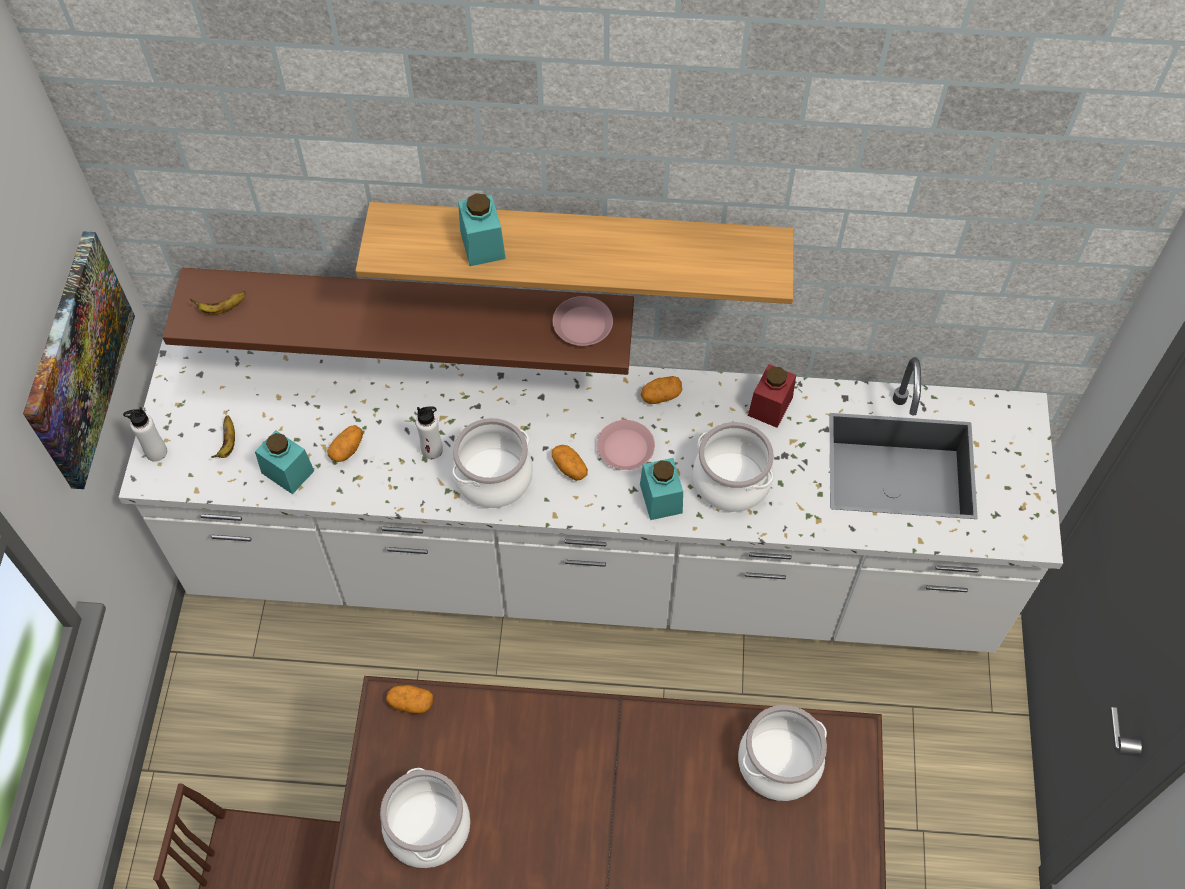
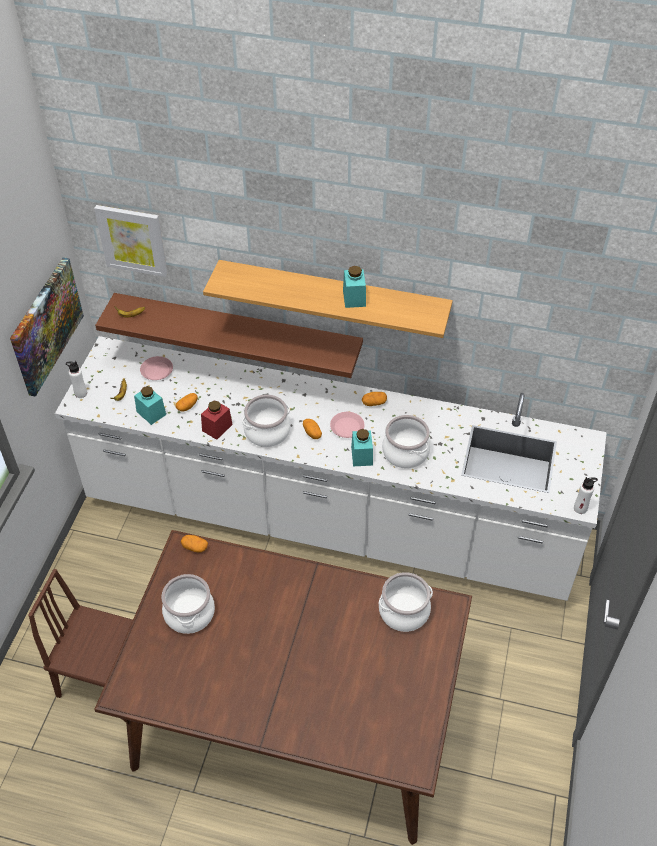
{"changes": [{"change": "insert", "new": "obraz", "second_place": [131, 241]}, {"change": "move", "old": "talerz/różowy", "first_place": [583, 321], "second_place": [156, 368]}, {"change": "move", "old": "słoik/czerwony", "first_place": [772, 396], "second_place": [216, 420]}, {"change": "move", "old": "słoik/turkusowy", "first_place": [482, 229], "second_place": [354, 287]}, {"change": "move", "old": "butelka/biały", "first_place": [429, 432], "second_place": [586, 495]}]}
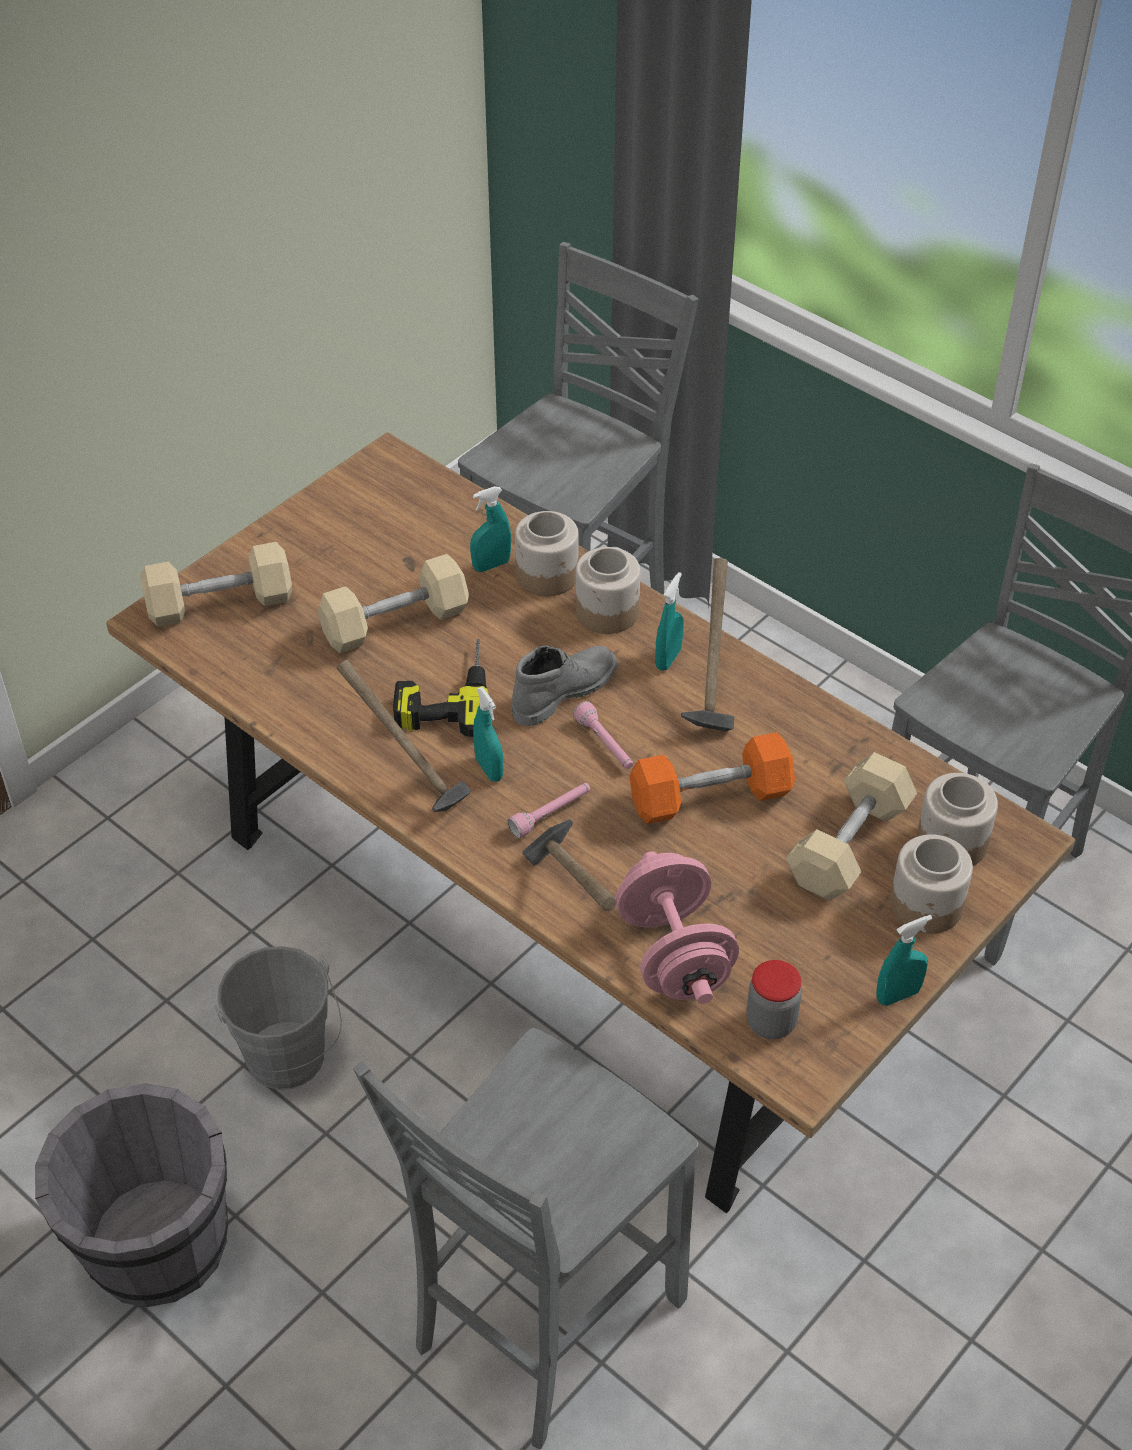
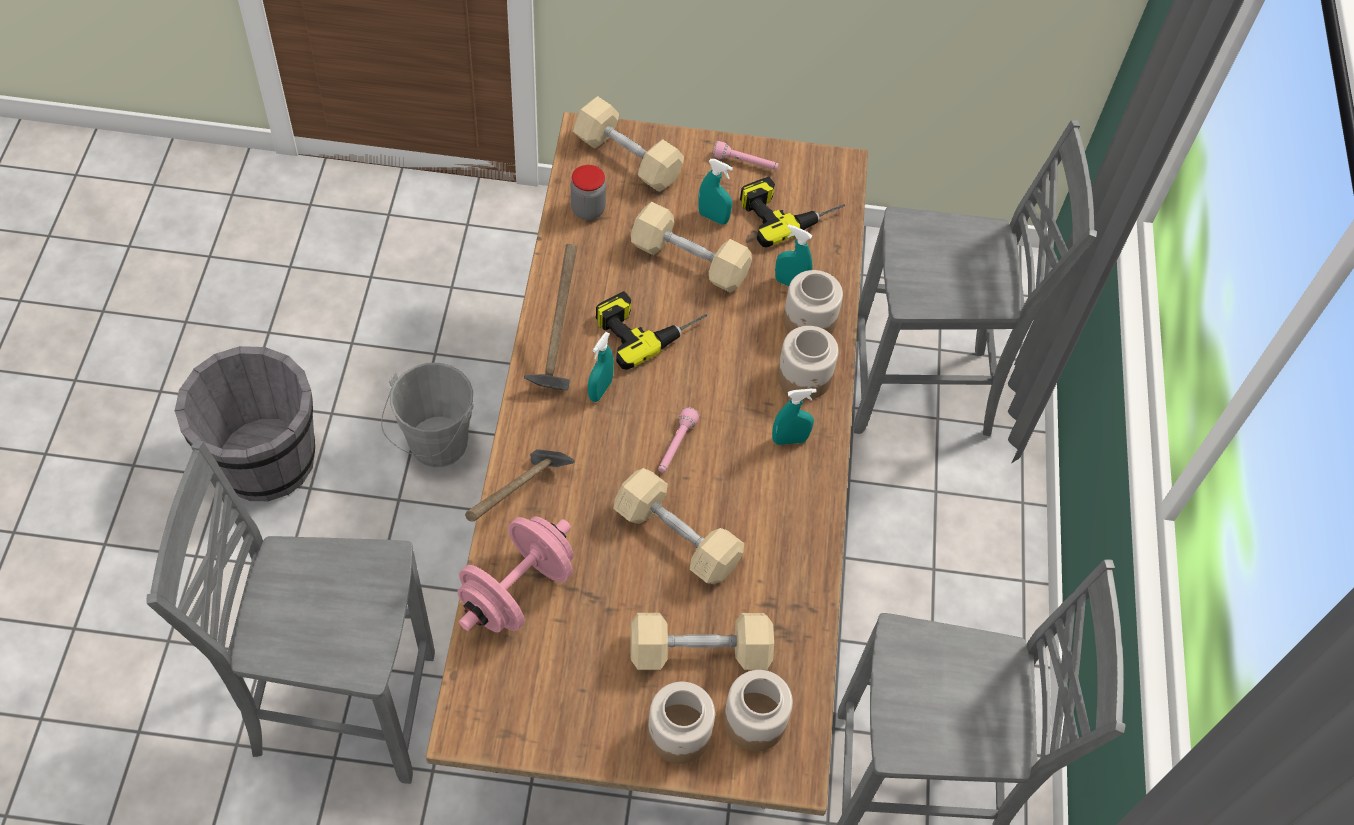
{"changes": [{"change": "move", "old": "słoik", "first_place": [774, 999], "second_place": [588, 192]}, {"change": "recolor", "old": "hantel/pomarańczowy", "new": "hantel/beżowy", "first_place": [712, 778], "second_place": [678, 526]}, {"change": "move", "old": "spryskiwacz/turkusowy", "first_place": [904, 960], "second_place": [715, 192]}, {"change": "move", "old": "latarka/różowy", "first_place": [548, 811], "second_place": [746, 155]}, {"change": "insert", "new": "wiertarka", "second_place": [792, 212]}, {"change": "delete", "old": "but z cholewką/szary", "first_place": [564, 685]}, {"change": "delete", "old": "młotek", "first_place": [707, 645]}]}
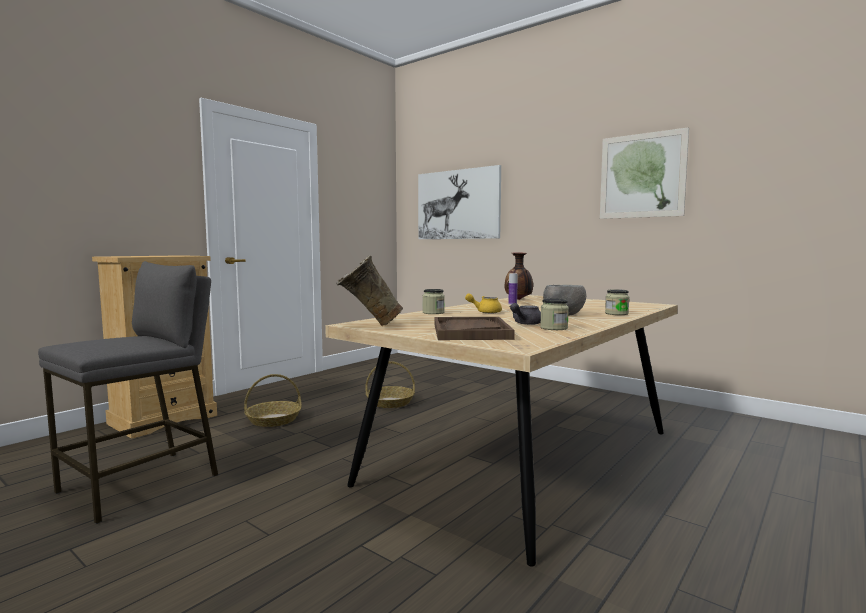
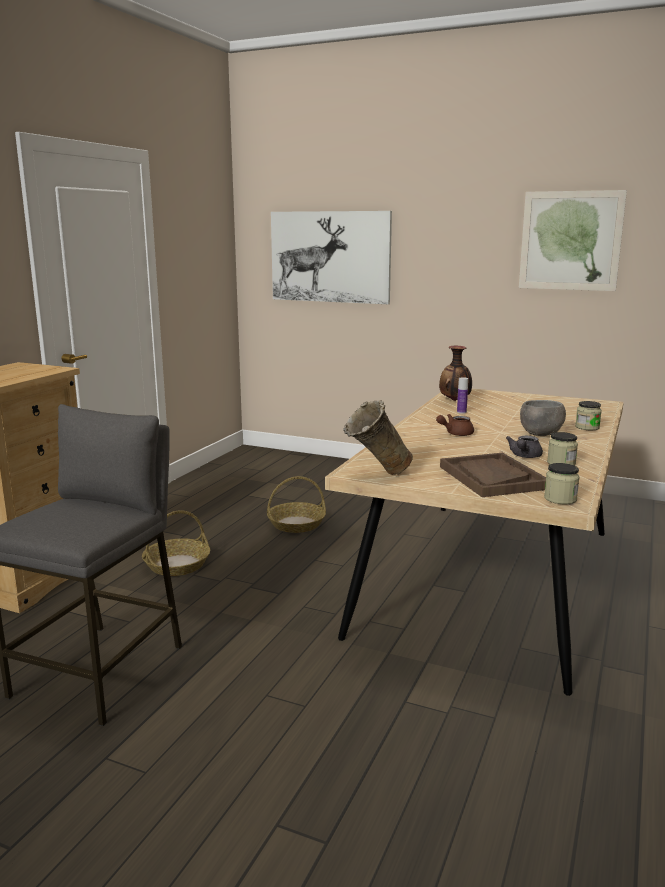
{"changes": [{"change": "recolor", "old": "imbryk/żółty", "new": "imbryk/brązowy", "first_place": [483, 303], "second_place": [455, 425]}, {"change": "move", "old": "słoik", "first_place": [434, 301], "second_place": [561, 483]}]}
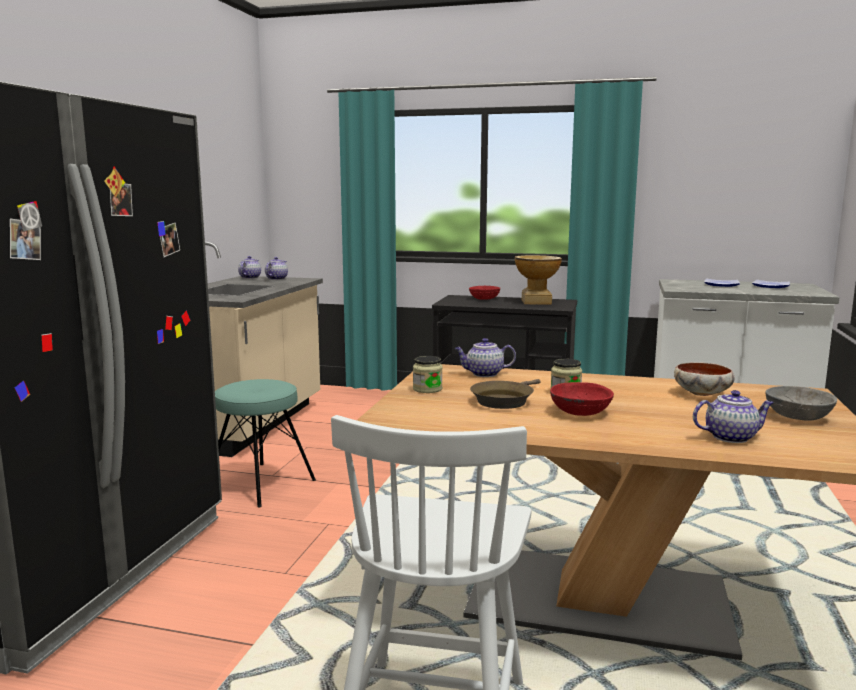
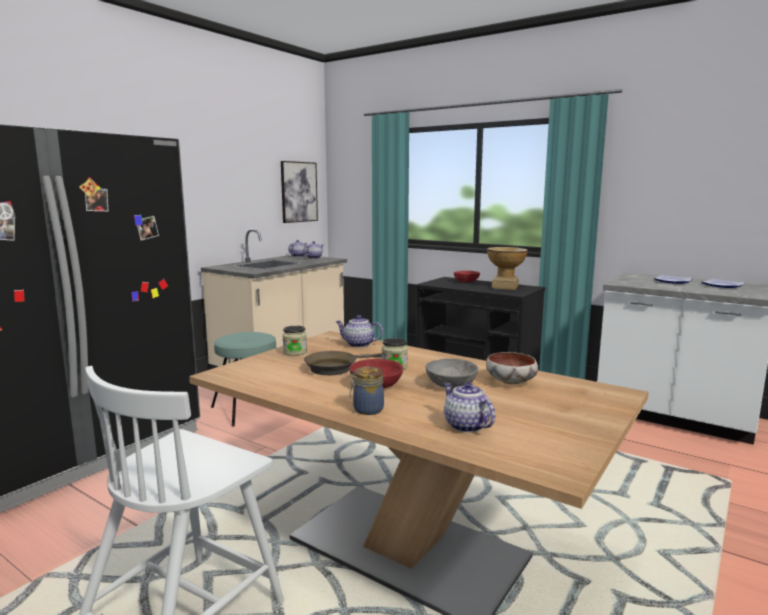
{"changes": [{"change": "insert", "new": "obraz", "second_place": [299, 192]}, {"change": "insert", "new": "słoik", "second_place": [367, 390]}, {"change": "move", "old": "miska/szary", "first_place": [801, 403], "second_place": [452, 374]}, {"change": "rotate", "old": "imbryk", "first_place": [733, 416], "second_place": [469, 407], "degrees": -135}]}
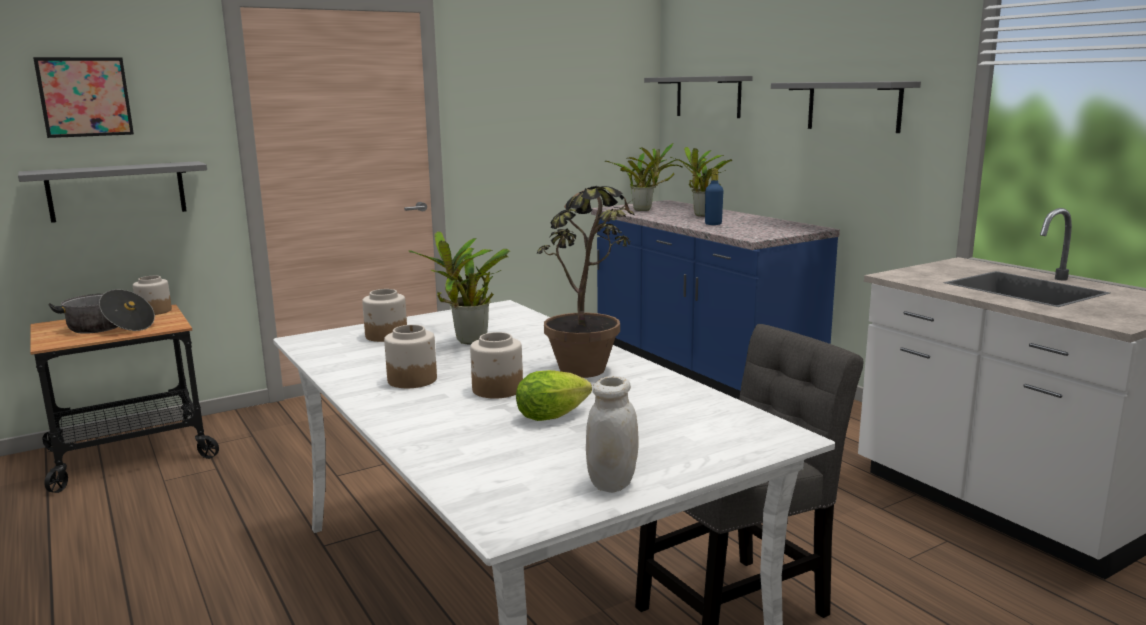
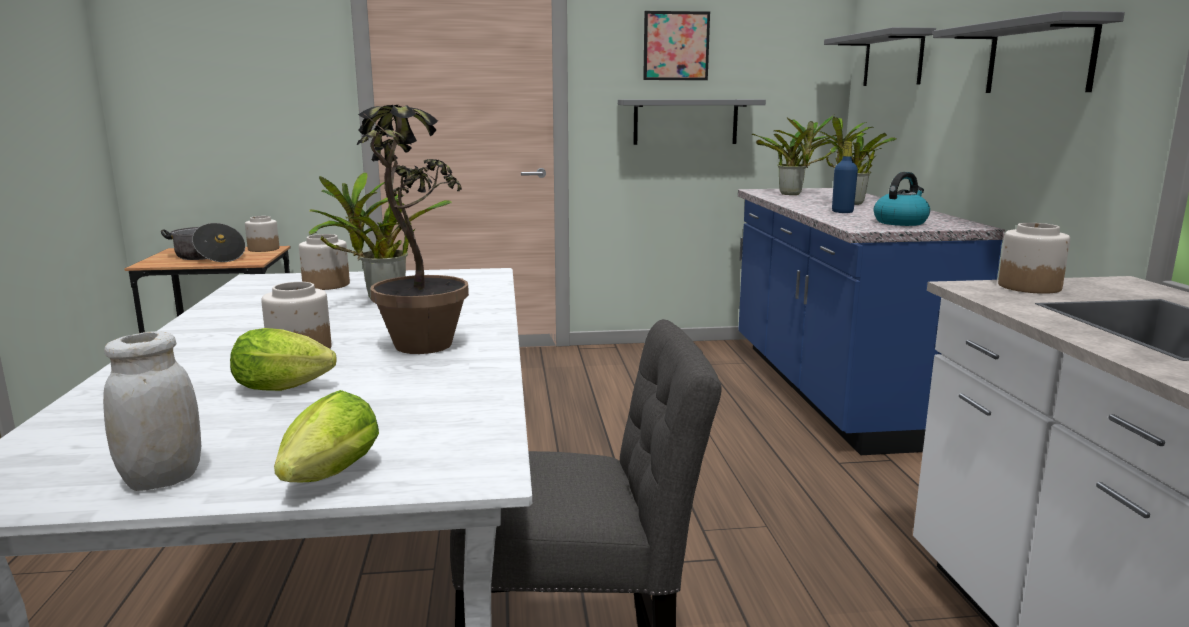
{"changes": [{"change": "insert", "new": "sałata", "second_place": [326, 436]}, {"change": "move", "old": "półka/szary", "first_place": [112, 192], "second_place": [692, 122]}, {"change": "move", "old": "obraz", "first_place": [83, 97], "second_place": [676, 45]}, {"change": "insert", "new": "czajnik", "second_place": [902, 199]}, {"change": "move", "old": "słoik", "first_place": [410, 356], "second_place": [1034, 258]}]}
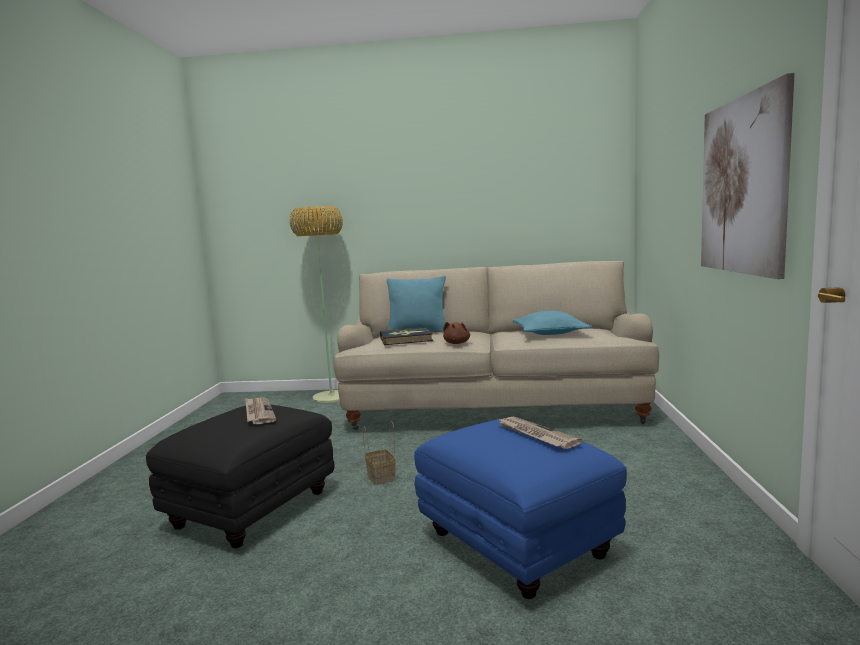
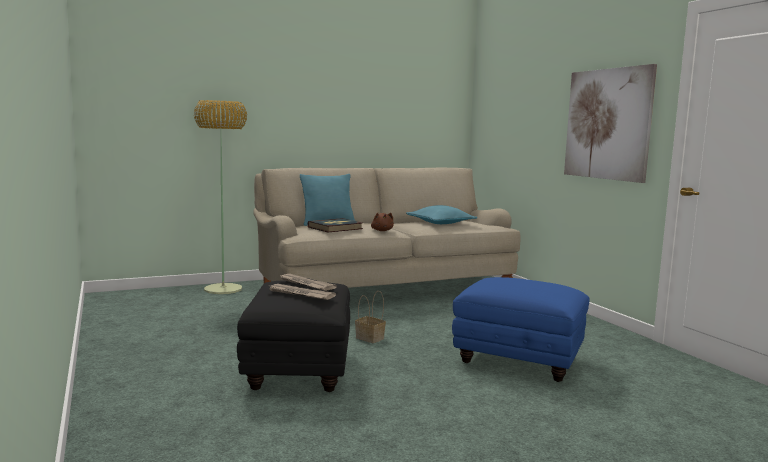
{"changes": [{"change": "move", "old": "gazeta", "first_place": [540, 432], "second_place": [301, 292]}]}
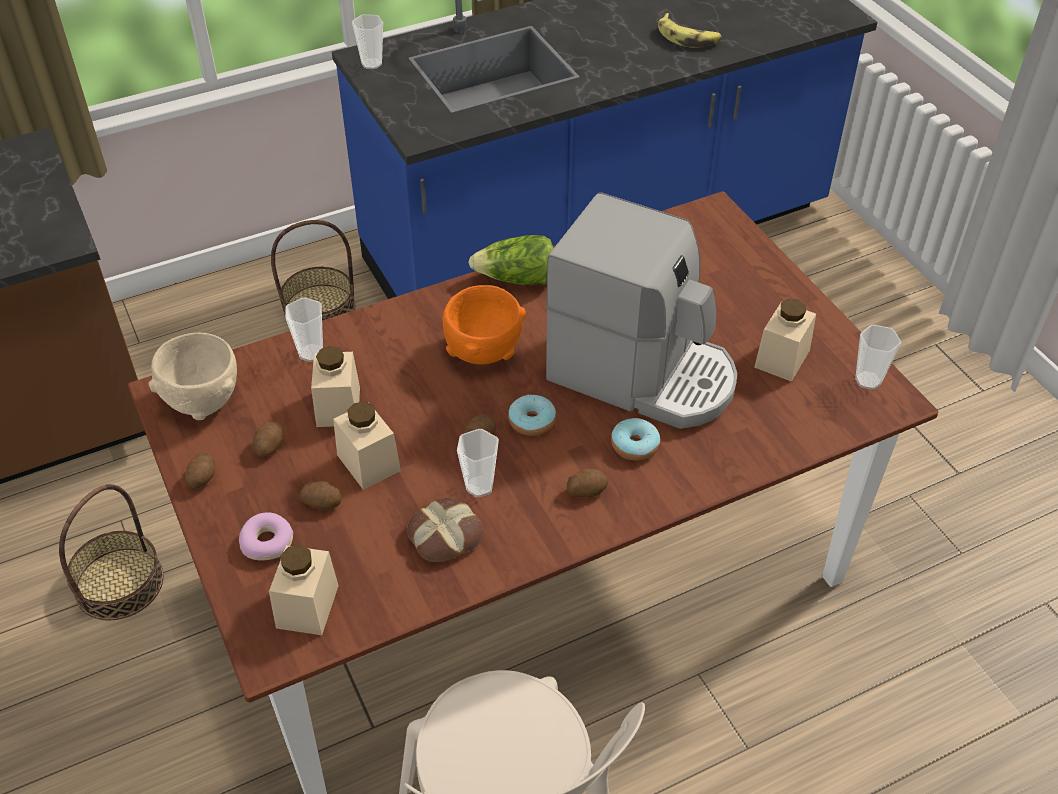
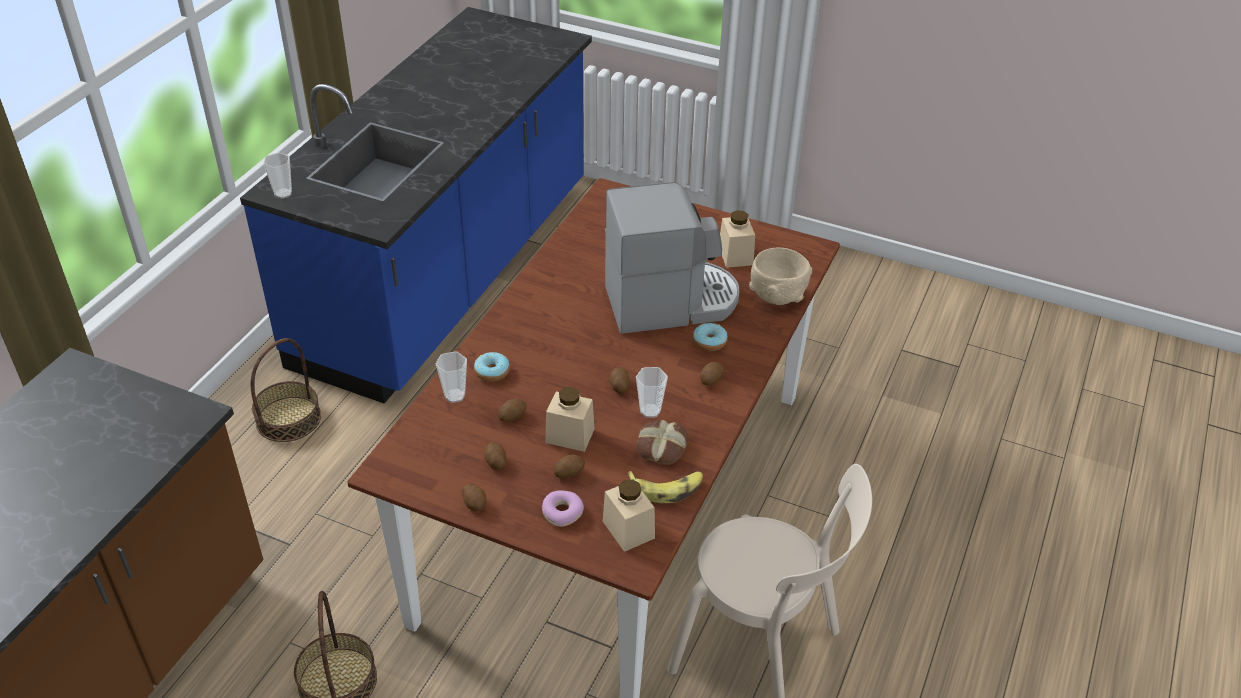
{"changes": [{"change": "move", "old": "donut", "first_place": [532, 415], "second_place": [492, 367]}, {"change": "replace", "old": "słoik/beżowy", "new": "ziemniak", "first_place": [335, 386], "second_place": [512, 410]}, {"change": "move", "old": "banan", "first_place": [690, 30], "second_place": [665, 487]}, {"change": "move", "old": "miska/beżowy", "first_place": [192, 376], "second_place": [780, 276]}, {"change": "delete", "old": "miska/pomarańczowy", "first_place": [484, 325]}, {"change": "delete", "old": "sałata", "first_place": [511, 260]}, {"change": "delete", "old": "filiżanka", "first_place": [878, 357]}]}
